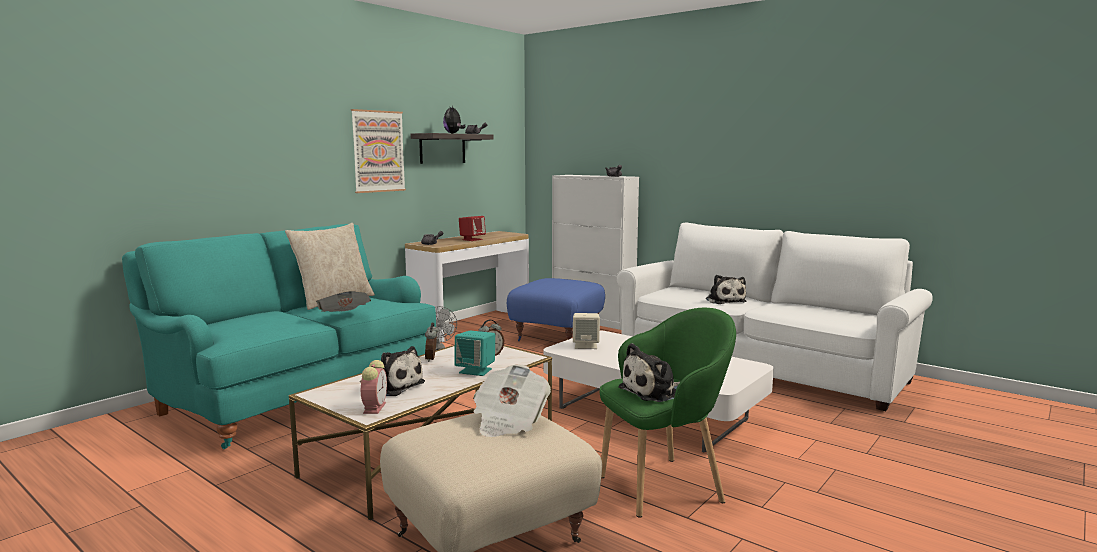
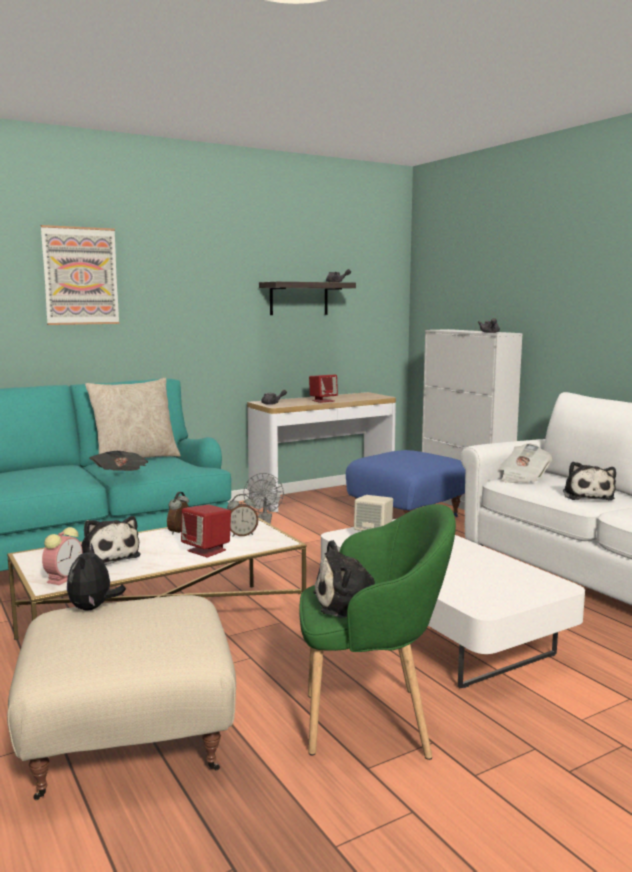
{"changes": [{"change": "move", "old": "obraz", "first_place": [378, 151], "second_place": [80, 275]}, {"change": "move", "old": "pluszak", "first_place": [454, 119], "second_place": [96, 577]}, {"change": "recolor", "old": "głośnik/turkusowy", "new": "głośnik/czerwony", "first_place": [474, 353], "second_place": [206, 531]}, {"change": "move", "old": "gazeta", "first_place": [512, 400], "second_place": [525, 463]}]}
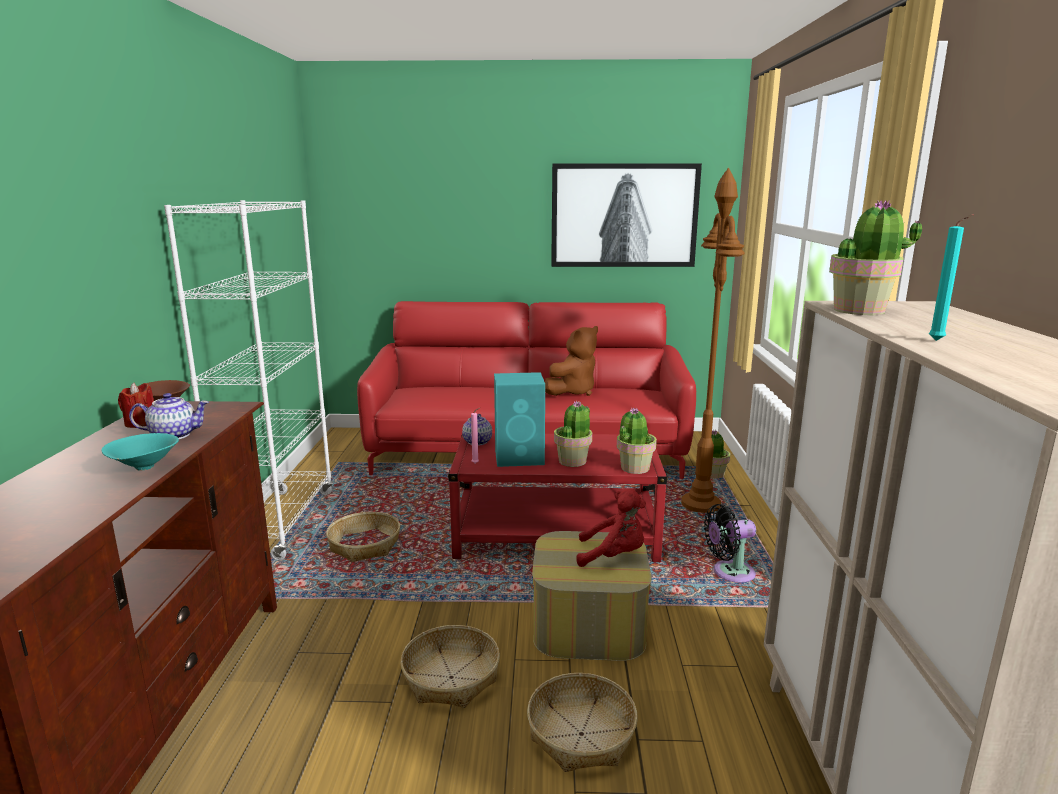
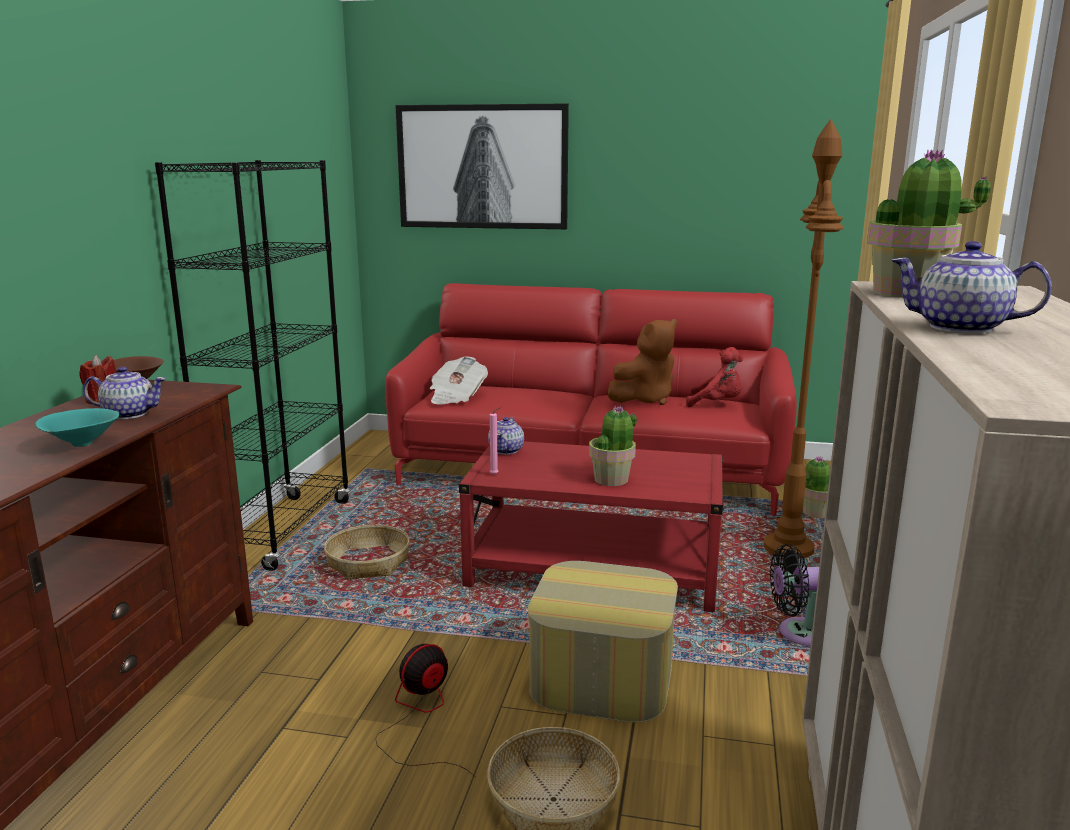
{"changes": [{"change": "recolor", "old": "regał/biały", "new": "regał/czarny", "first_place": [248, 380], "second_place": [252, 365]}, {"change": "replace", "old": "koszyk", "new": "wentylator", "first_place": [450, 666], "second_place": [426, 710]}, {"change": "move", "old": "obraz", "first_place": [626, 215], "second_place": [482, 166]}, {"change": "insert", "new": "gazeta", "second_place": [459, 380]}, {"change": "move", "old": "pluszak/czerwony", "first_place": [611, 528], "second_place": [714, 377]}, {"change": "replace", "old": "świeca/turkusowy", "new": "imbryk", "first_place": [951, 277], "second_place": [971, 287]}, {"change": "delete", "old": "głośnik/turkusowy", "first_place": [519, 419]}, {"change": "delete", "old": "roślina doniczkowa", "first_place": [637, 441]}]}
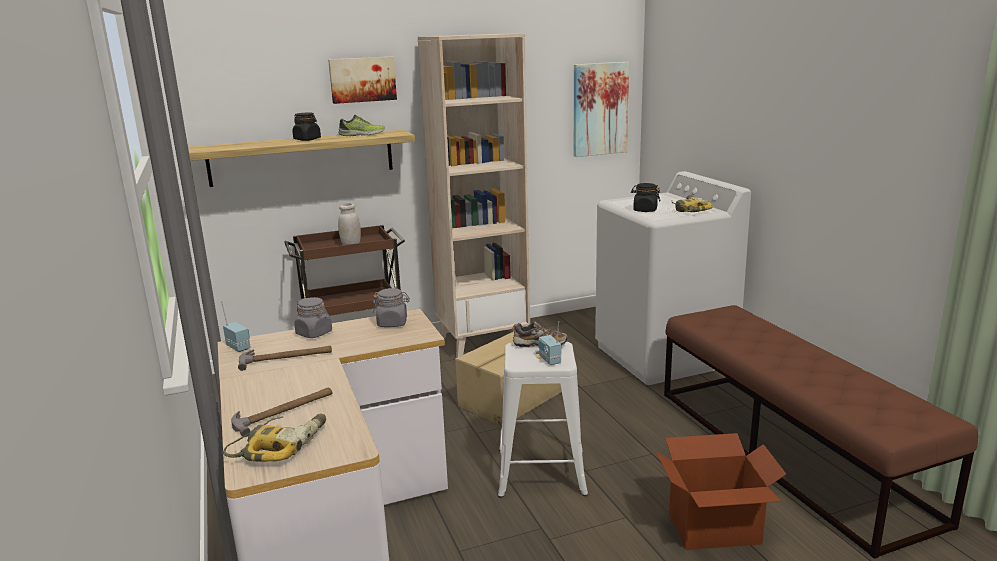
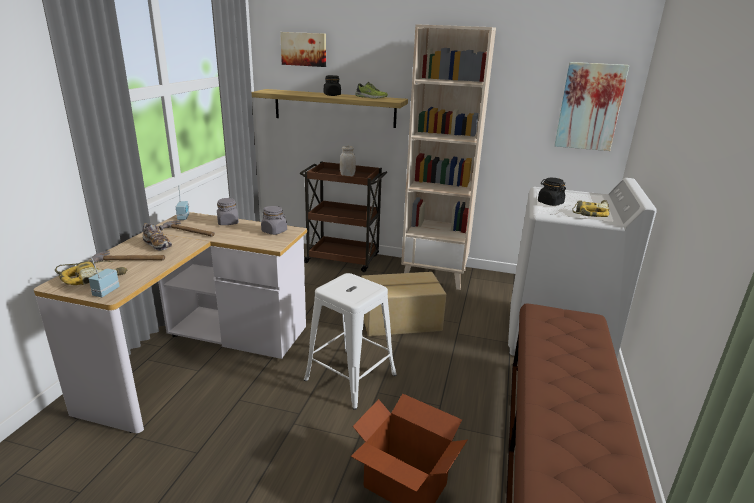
{"changes": [{"change": "move", "old": "radio", "first_place": [549, 343], "second_place": [104, 277]}, {"change": "move", "old": "but", "first_place": [540, 334], "second_place": [157, 237]}, {"change": "move", "old": "obraz", "first_place": [362, 80], "second_place": [303, 49]}]}
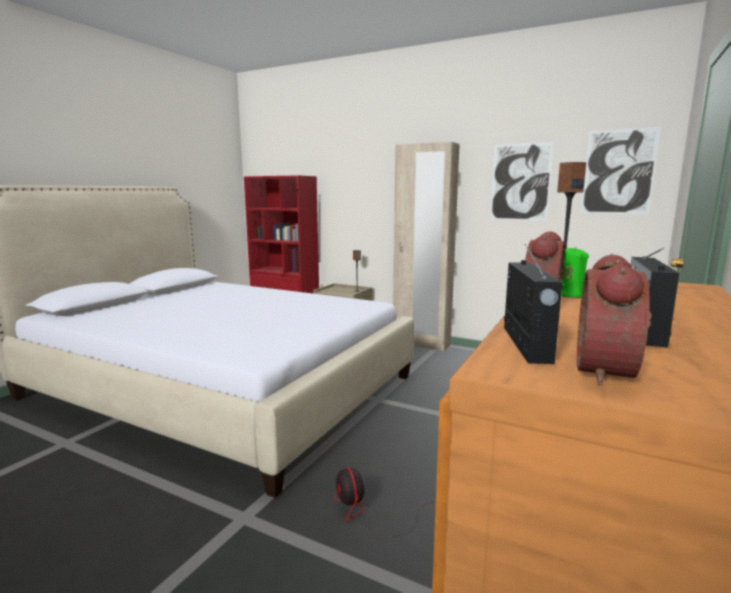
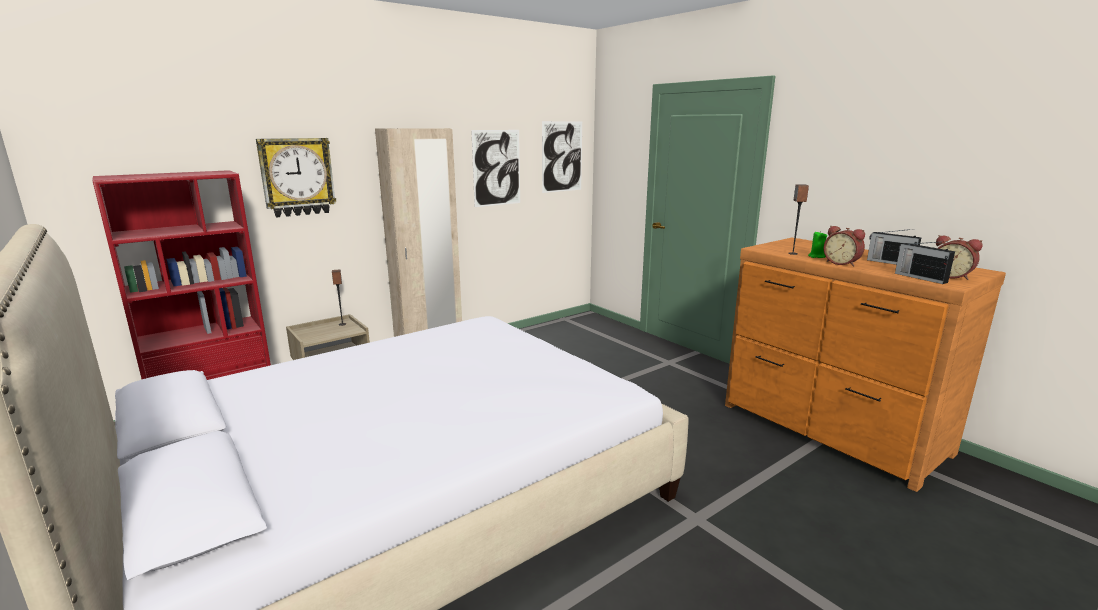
{"changes": [{"change": "insert", "new": "zegar ścienny", "second_place": [296, 177]}, {"change": "rotate", "old": "radio", "first_place": [533, 304], "second_place": [925, 262], "degrees": -150}, {"change": "delete", "old": "wentylator", "first_place": [383, 503]}]}
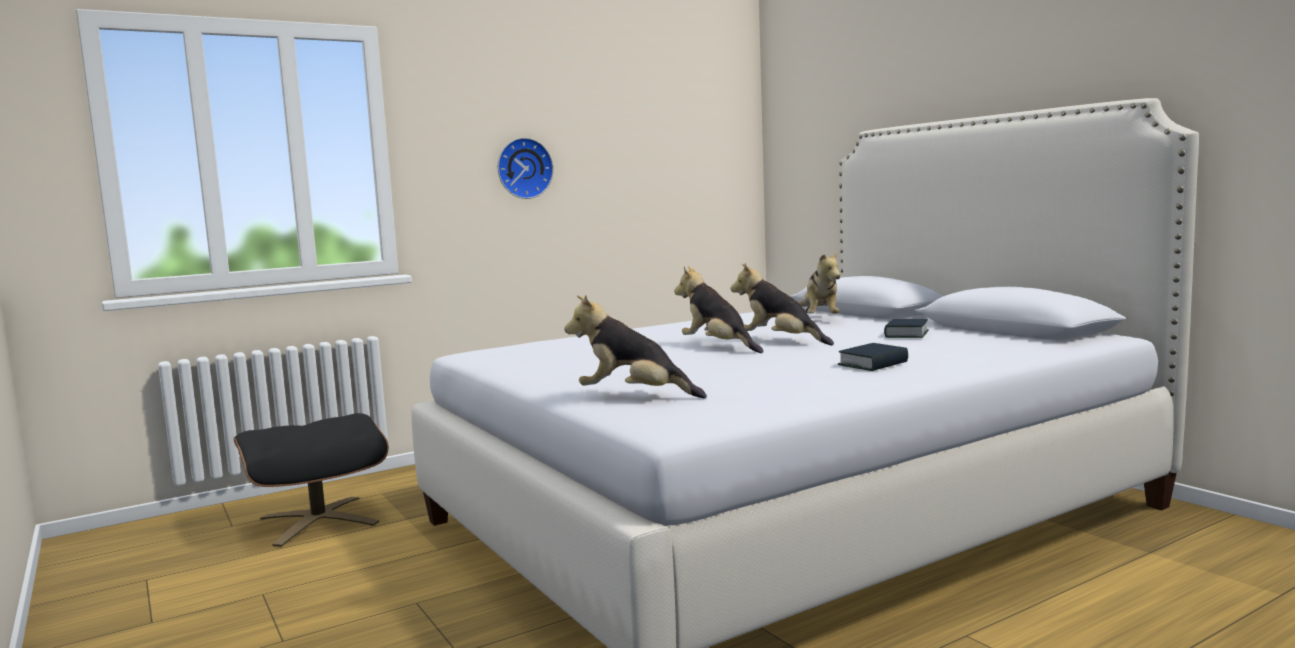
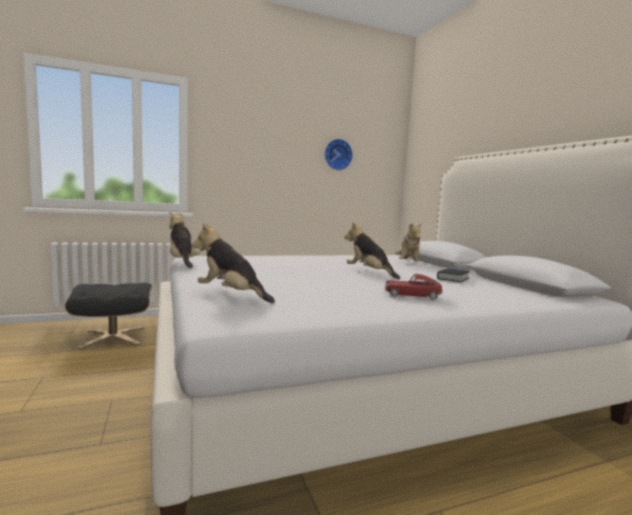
{"changes": [{"change": "move", "old": "pluszak", "first_place": [719, 309], "second_place": [184, 239]}, {"change": "move", "old": "zegar ścienny", "first_place": [526, 168], "second_place": [339, 155]}, {"change": "replace", "old": "książka", "new": "samochodzik", "first_place": [873, 357], "second_place": [414, 287]}]}
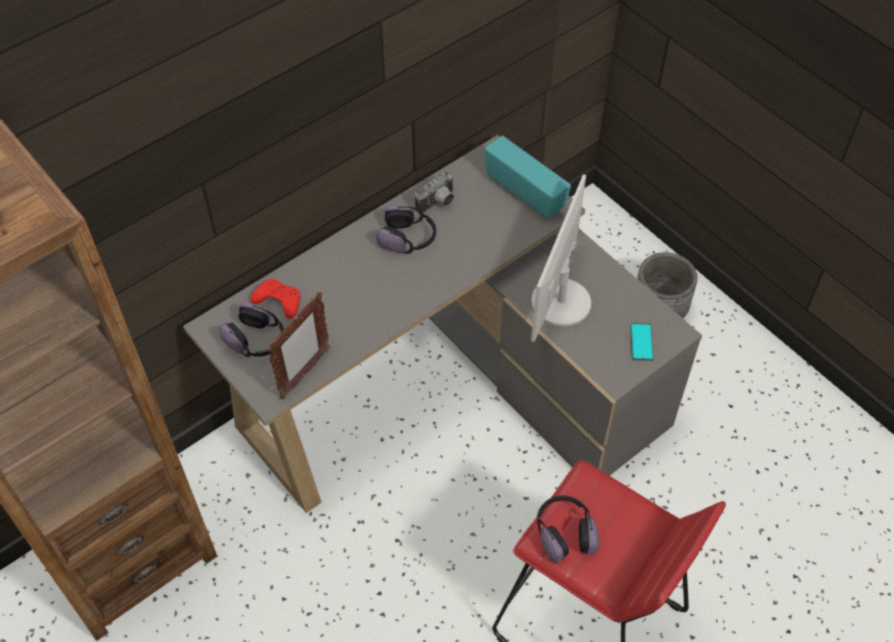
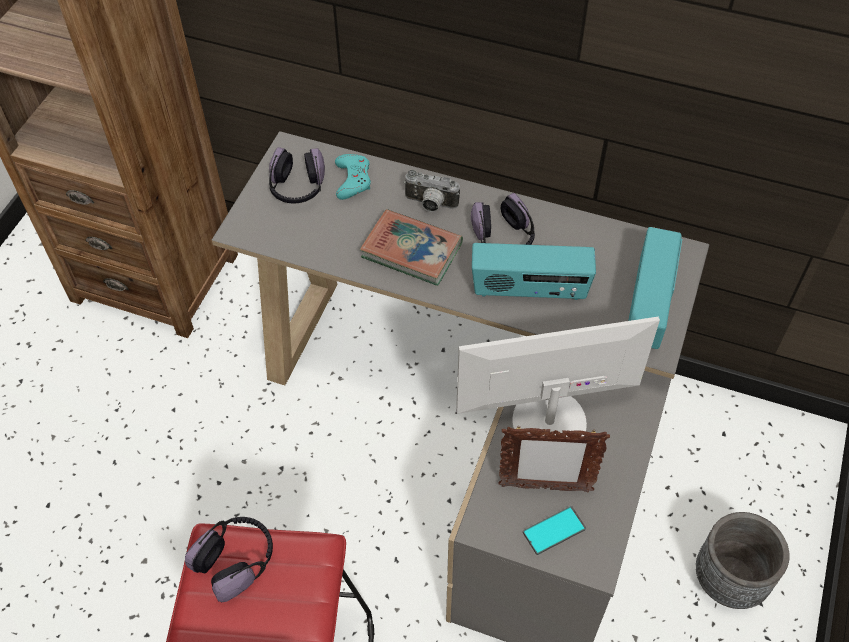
{"changes": [{"change": "recolor", "old": "pad do gier/czerwony", "new": "pad do gier/turkusowy", "first_place": [275, 299], "second_place": [353, 177]}, {"change": "insert", "new": "książka", "second_place": [411, 247]}, {"change": "move", "old": "aparat fotograficzny", "first_place": [434, 192], "second_place": [432, 191]}, {"change": "insert", "new": "radio", "second_place": [534, 271]}, {"change": "move", "old": "ramka na zdjęcie", "first_place": [298, 345], "second_place": [554, 459]}]}
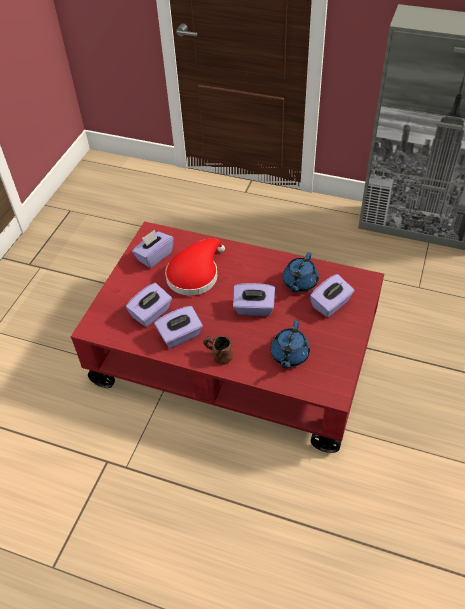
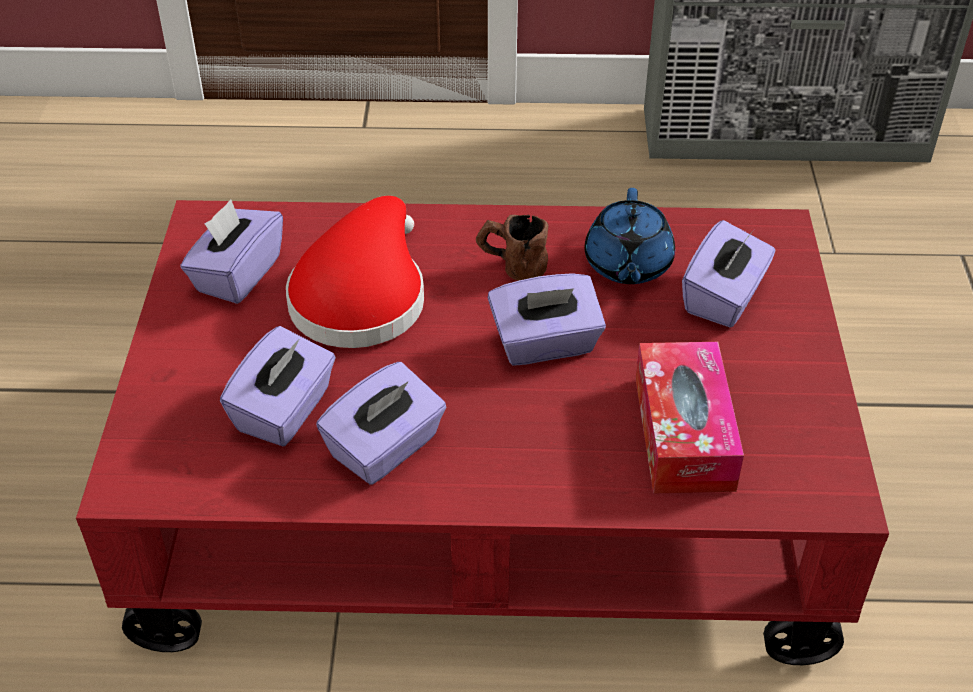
{"changes": [{"change": "move", "old": "kubek/brązowy", "first_place": [218, 350], "second_place": [512, 248]}, {"change": "replace", "old": "imbryk/niebieski", "new": "pudełko chusteczek", "first_place": [290, 344], "second_place": [689, 418]}]}
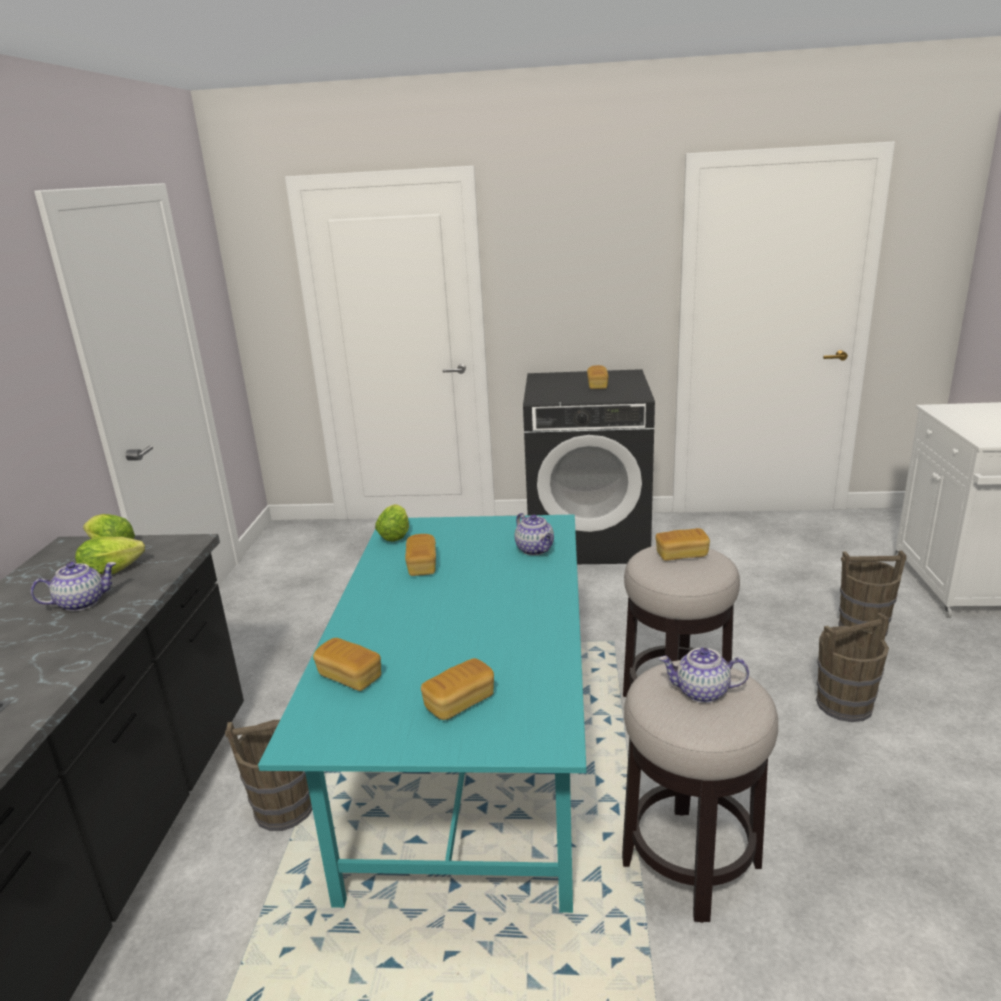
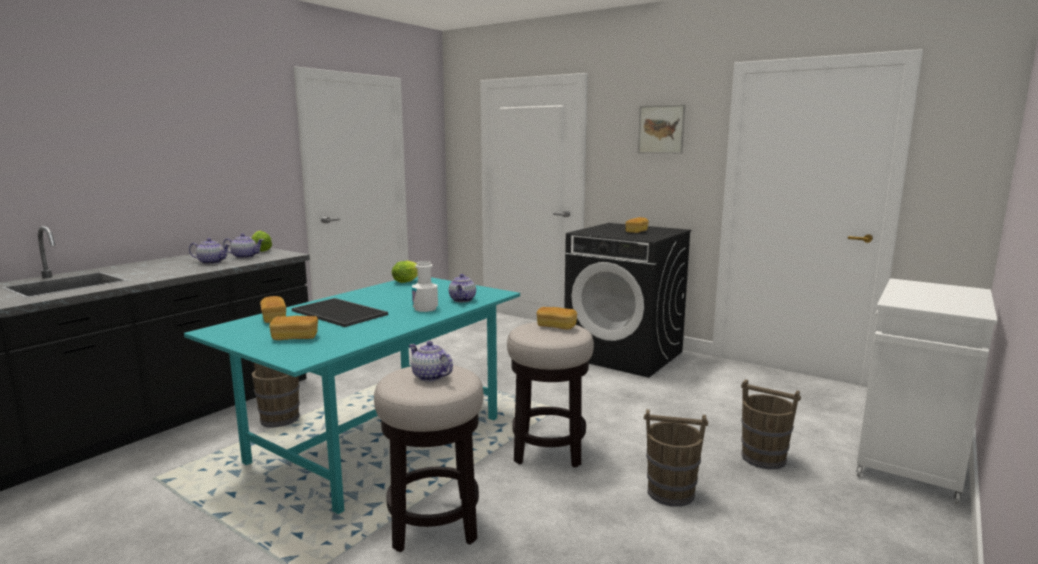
{"changes": [{"change": "replace", "old": "sałata", "new": "imbryk", "first_place": [110, 555], "second_place": [243, 246]}, {"change": "insert", "new": "taca", "second_place": [340, 312]}, {"change": "insert", "new": "butelka/biały", "second_place": [425, 286]}, {"change": "insert", "new": "obraz", "second_place": [661, 129]}, {"change": "delete", "old": "chleb", "first_place": [420, 555]}]}
